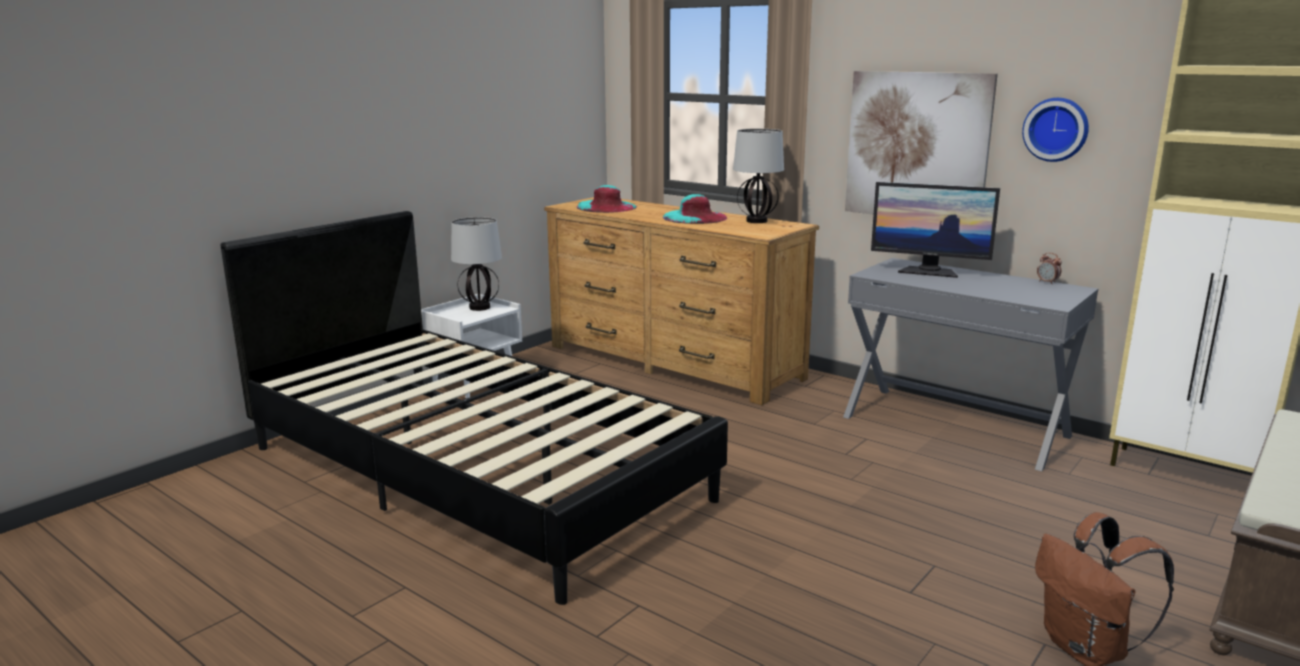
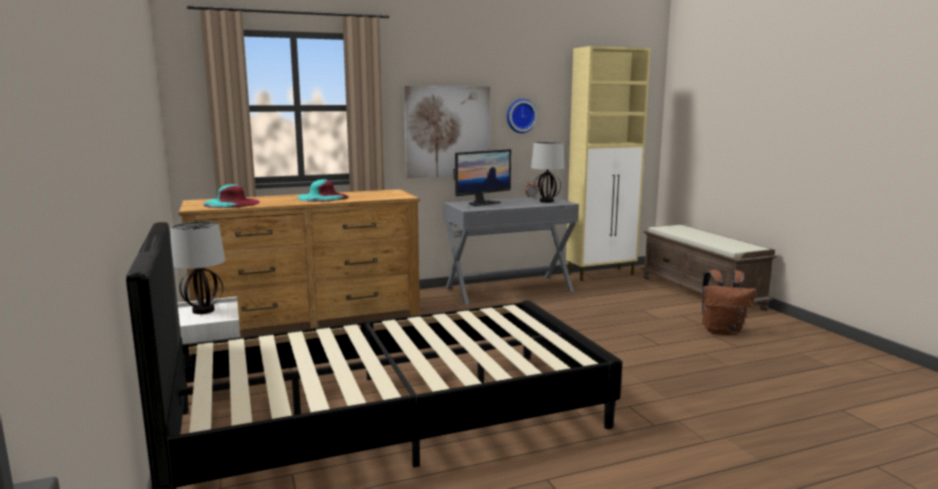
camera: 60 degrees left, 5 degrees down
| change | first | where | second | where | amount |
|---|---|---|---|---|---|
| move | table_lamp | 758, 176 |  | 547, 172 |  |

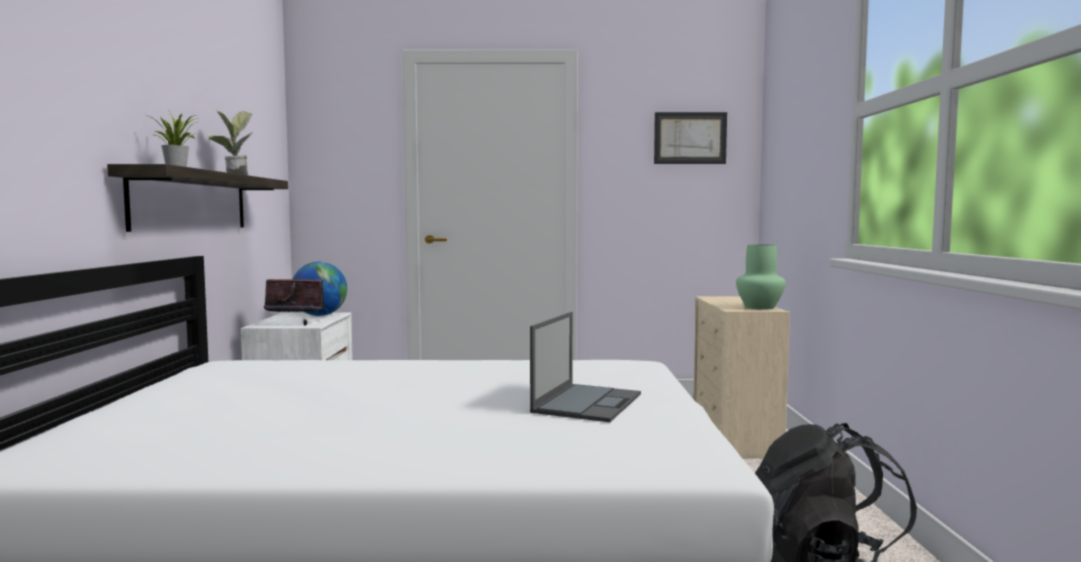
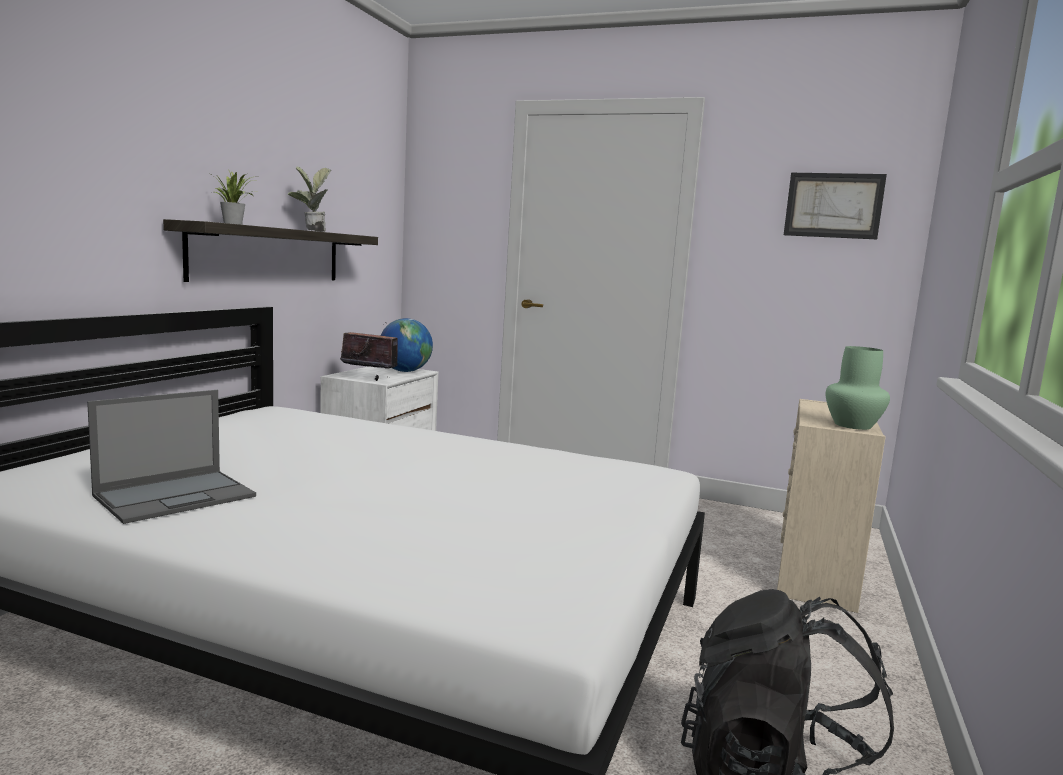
camera: 20 degrees right, 5 degrees up
| change | first | where | second | where | amount |
|---|---|---|---|---|---|
| move | laptop | 585, 367 |  | 171, 457 |  |

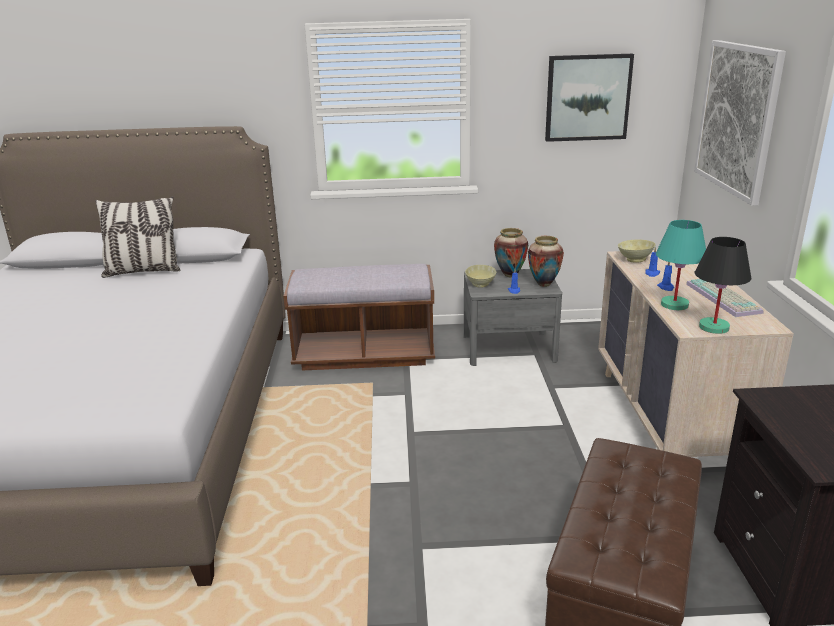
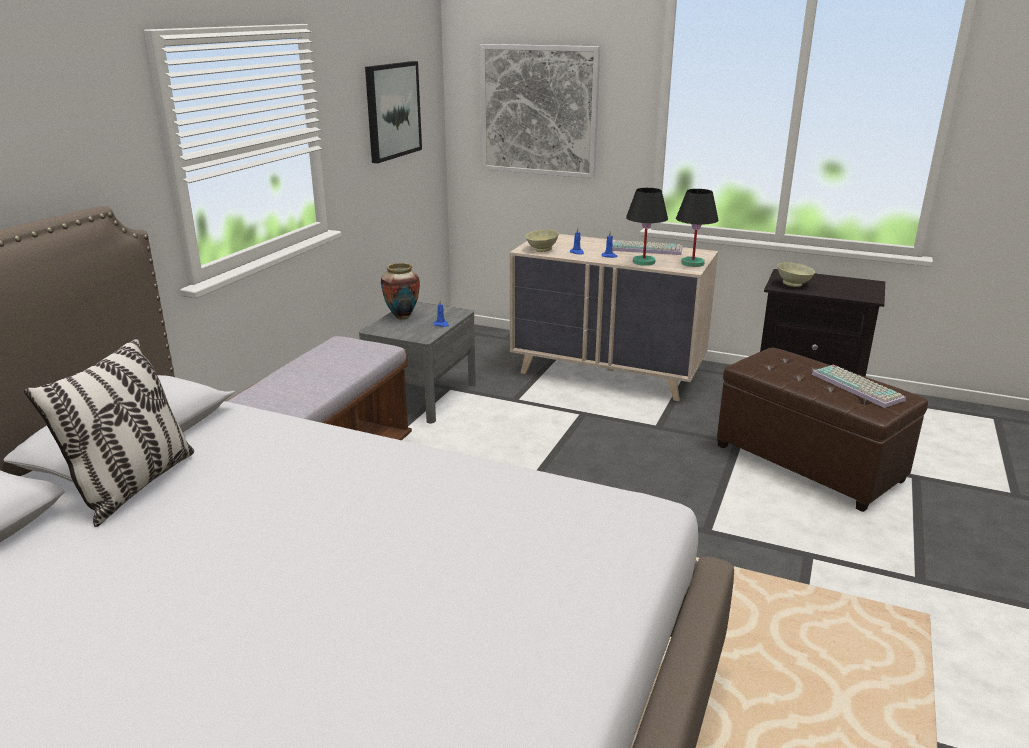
camera: 65 degrees left, 0 degrees up
| change | first | where | second | where | amount |
|---|---|---|---|---|---|
| delete | vase | 546, 261 |  |  |  |
| insert |  |  | keyboard | 859, 386 |  |
| move | beige_bowl | 480, 276 |  | 796, 274 |  |
| recolor | turquoise_table_lamp | 681, 265 | black_table_lamp | 647, 227 |  |

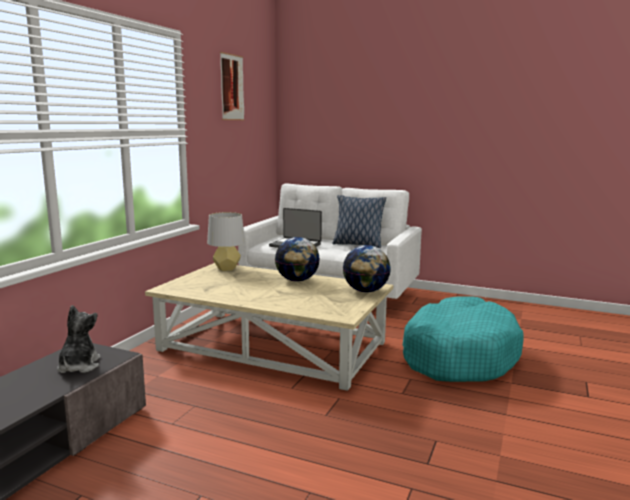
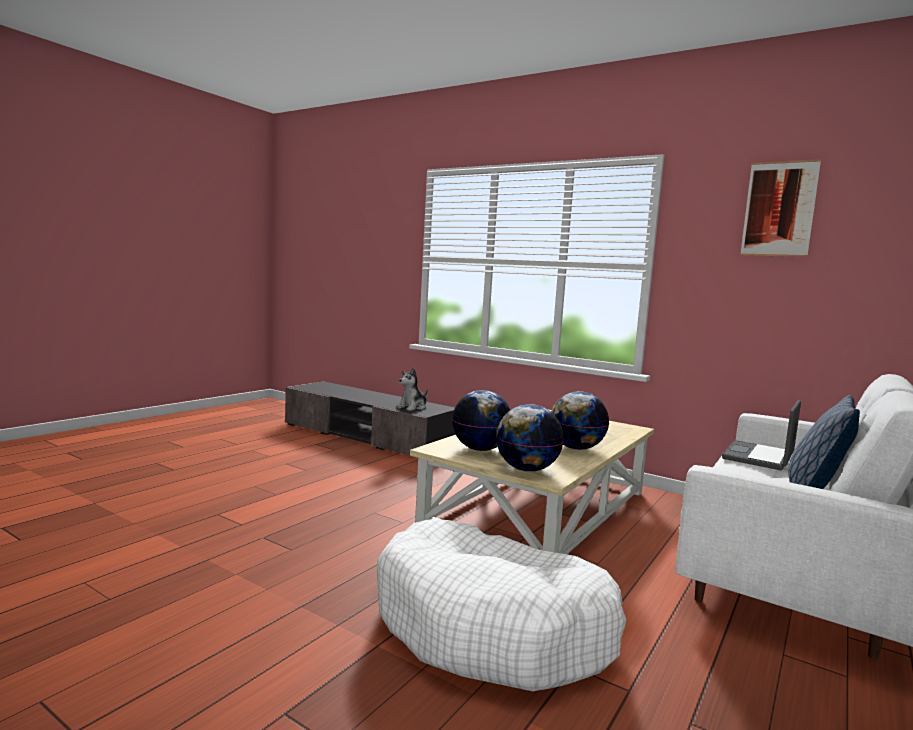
camera: 100 degrees right, 5 degrees down
| change | first | where | second | where | amount |
|---|---|---|---|---|---|
| delete | grey_table_lamp | 226, 241 |  |  |  |
| insert |  |  | globe | 481, 420 |  |
| recolor | turquoise_dog_bed | 463, 339 | white_dog_bed | 502, 605 |  |
| rotate | plush_toy | 79, 339 |  | 412, 389 | 120 degrees clockwise |

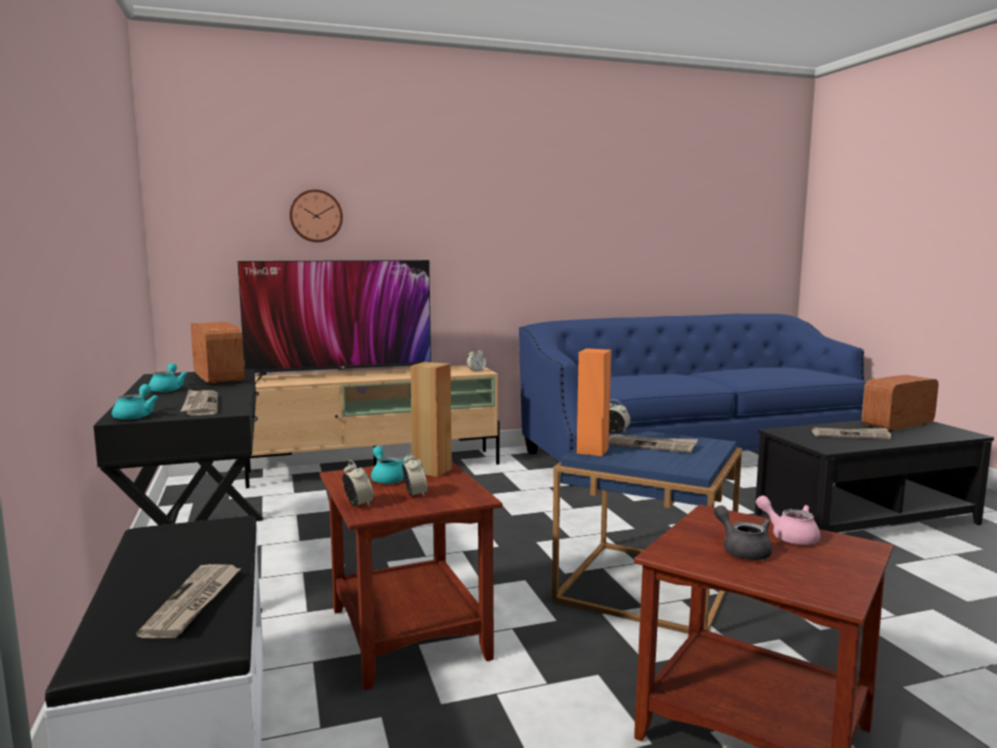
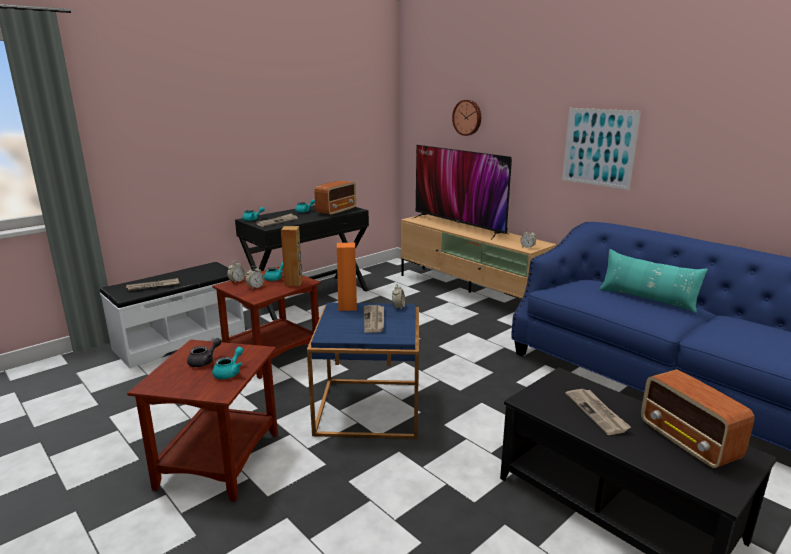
camera: 65 degrees right, 10 degrees up
| change | first | where | second | where | amount |
|---|---|---|---|---|---|
| insert |  |  | picture | 601, 149 |  |
| insert |  |  | turquoise_pillow | 653, 281 |  |
| recolor | pink_teapot | 788, 520 | turquoise_teapot | 227, 363 |  |
| rotate | radio | 900, 403 |  | 698, 419 | 150 degrees counterclockwise |

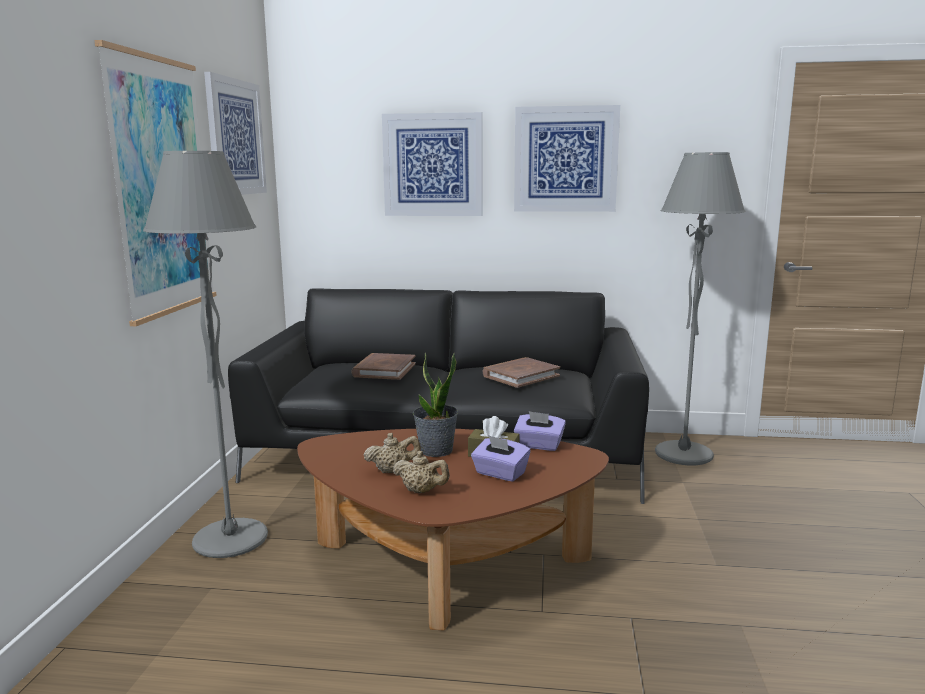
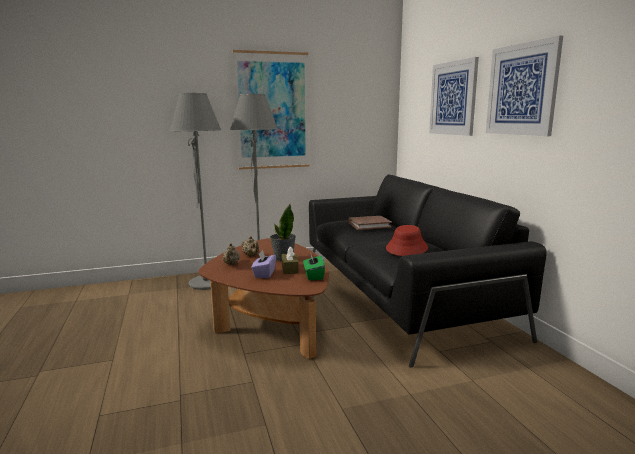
camera: 65 degrees right, 0 degrees up
| change | first | where | second | where | amount |
|---|---|---|---|---|---|
| delete | picture | 235, 133 |  |  |  |
| move | grey_floor_lamp | 700, 308 |  | 195, 191 |  |
| replace | brown_book | 521, 372 | red_hat | 407, 240 |  |
| recolor | purple_tissue_box | 540, 431 | green_tissue_box | 314, 266 |  |

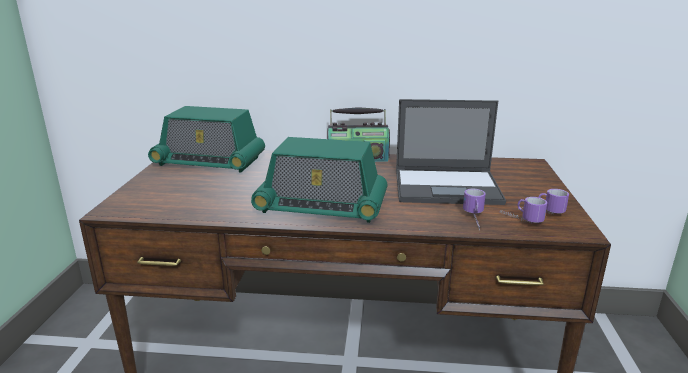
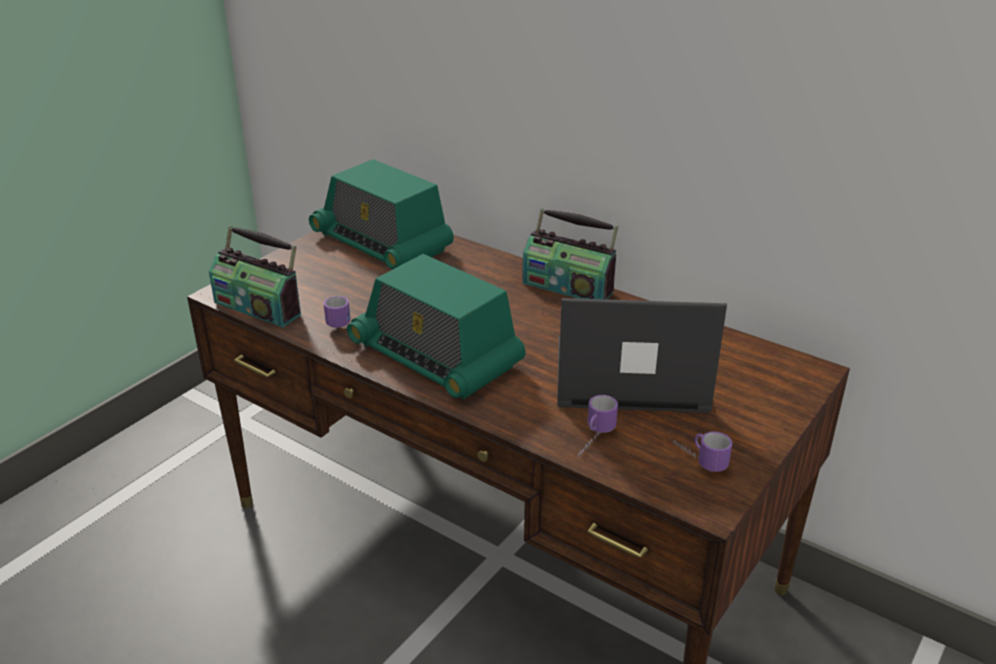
camera: 30 degrees right, 10 degrees up
| change | first | where | second | where | amount |
|---|---|---|---|---|---|
| insert |  |  | radio | 255, 276 |  |
| move | mug | 523, 210 |  | 337, 312 |  |
| rotate | laptop | 451, 152 |  | 642, 355 | 150 degrees clockwise |

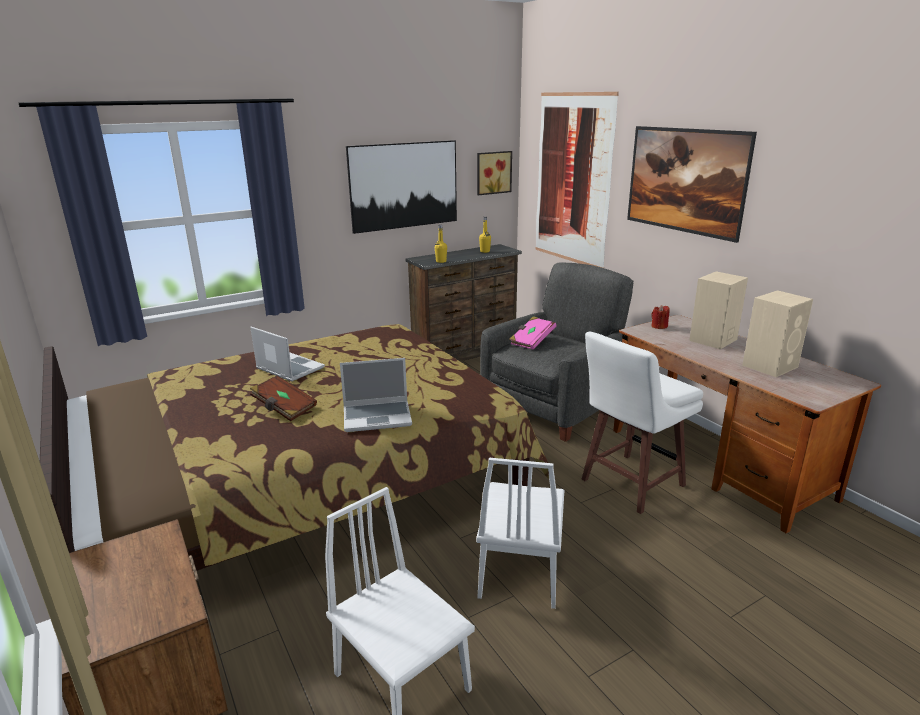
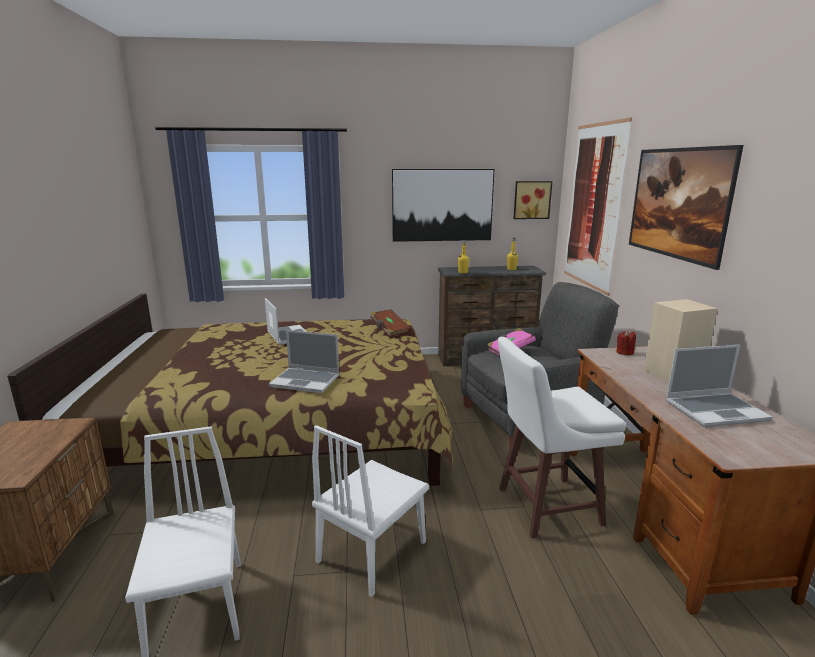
camera: 25 degrees right, 5 degrees down
| change | first | where | second | where | amount |
|---|---|---|---|---|---|
| move | brown_book | 283, 398 |  | 390, 323 |  |
| replace | beige_speaker | 777, 333 | laptop | 719, 386 |  |

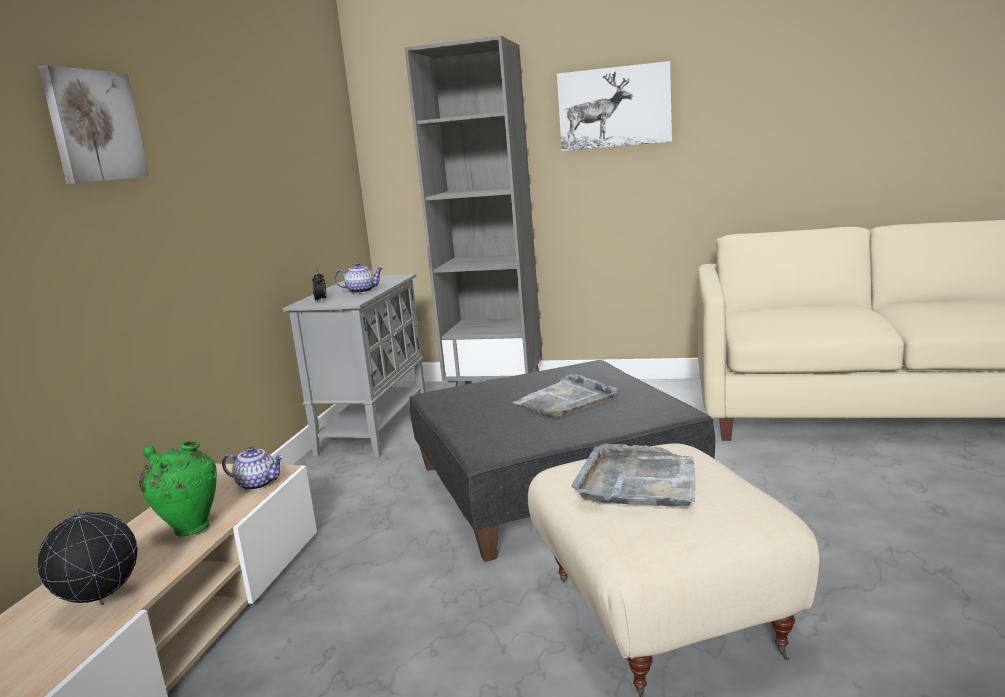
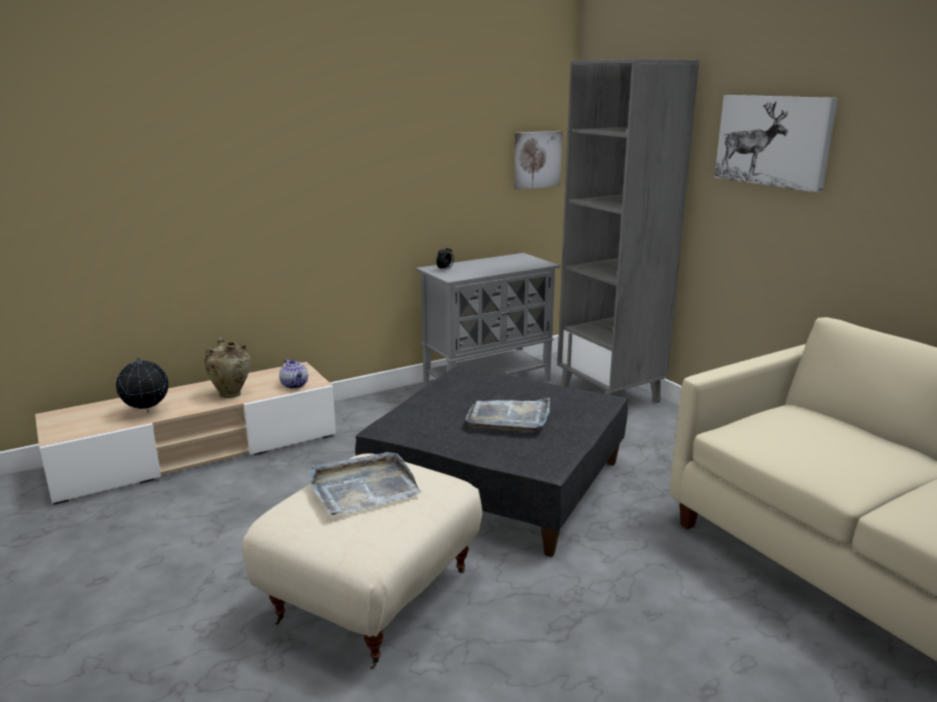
camera: 45 degrees right, 5 degrees up
| change | first | where | second | where | amount |
|---|---|---|---|---|---|
| delete | teapot | 358, 278 |  |  |  |
| move | picture | 94, 124 |  | 538, 160 |  |
| recolor | green_vase | 178, 489 | beige_vase | 227, 367 |  |

